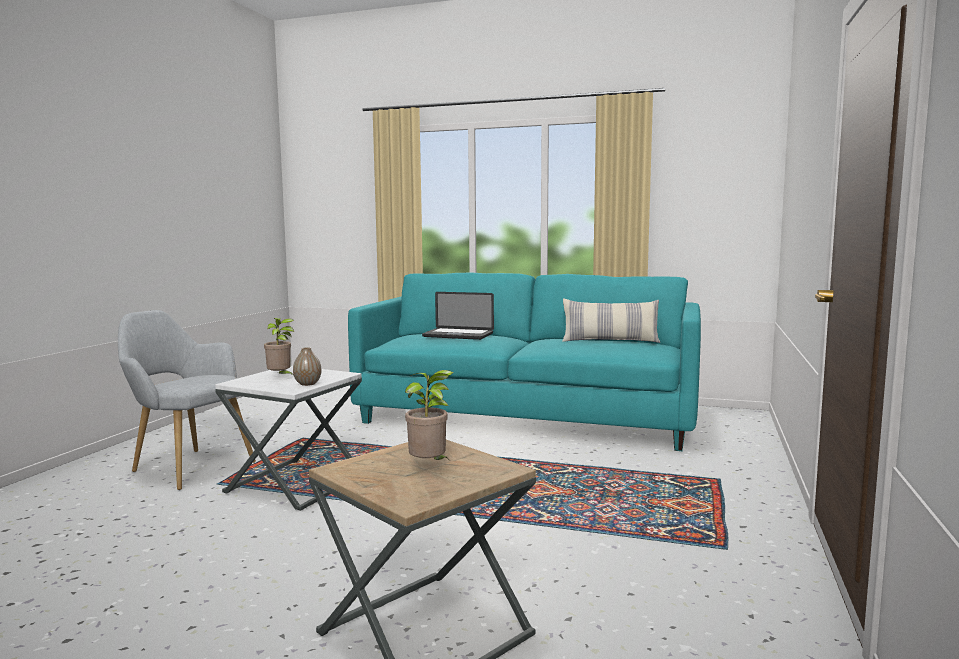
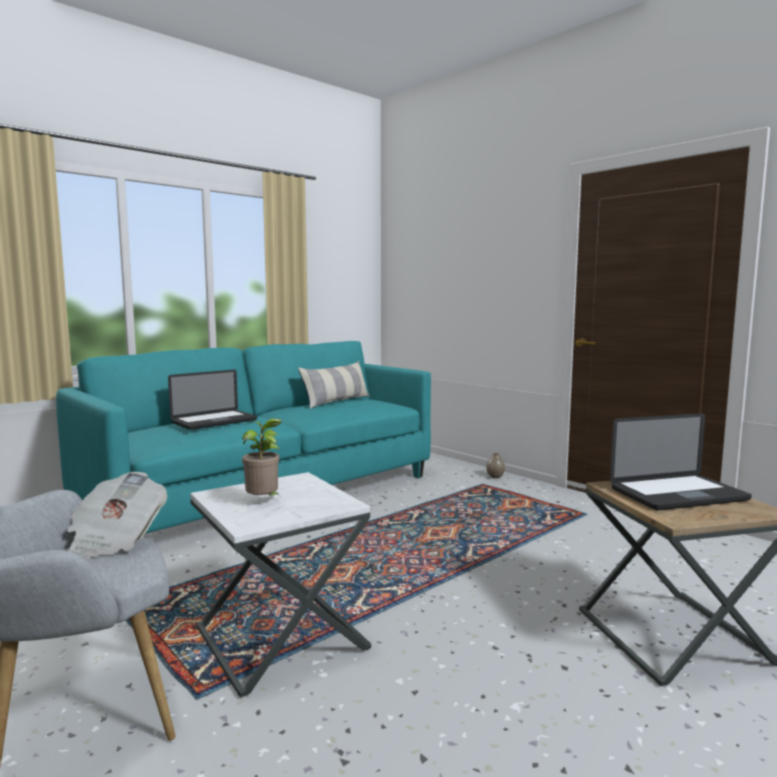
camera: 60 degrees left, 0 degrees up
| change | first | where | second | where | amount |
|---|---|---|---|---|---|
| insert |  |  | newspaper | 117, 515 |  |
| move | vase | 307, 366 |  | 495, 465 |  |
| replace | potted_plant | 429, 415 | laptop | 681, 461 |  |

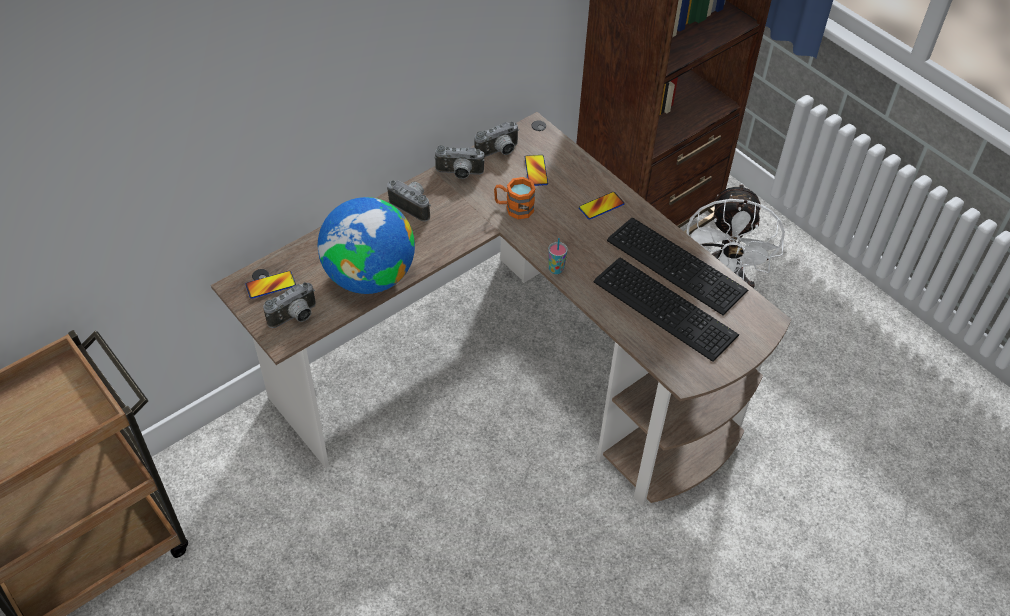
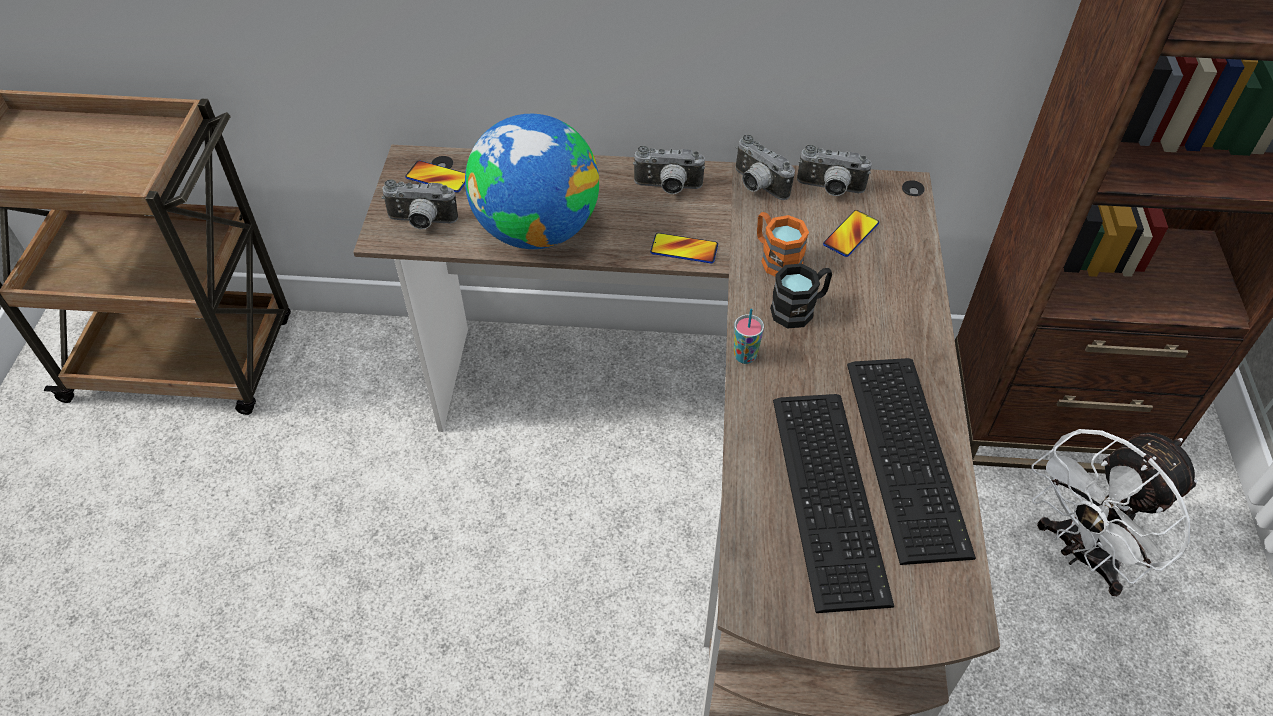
camera: 45 degrees right, 0 degrees up
| change | first | where | second | where | amount |
|---|---|---|---|---|---|
| insert |  |  | black_mug | 801, 296 |  |
| move | phone | 602, 205 |  | 684, 248 |  |
| rotate | photo_camera | 409, 201 |  | 669, 170 | 105 degrees clockwise |

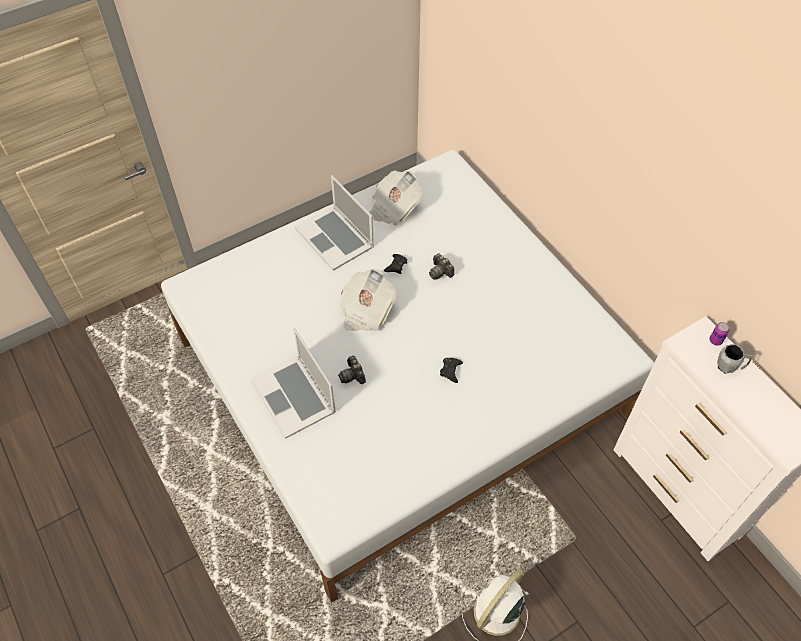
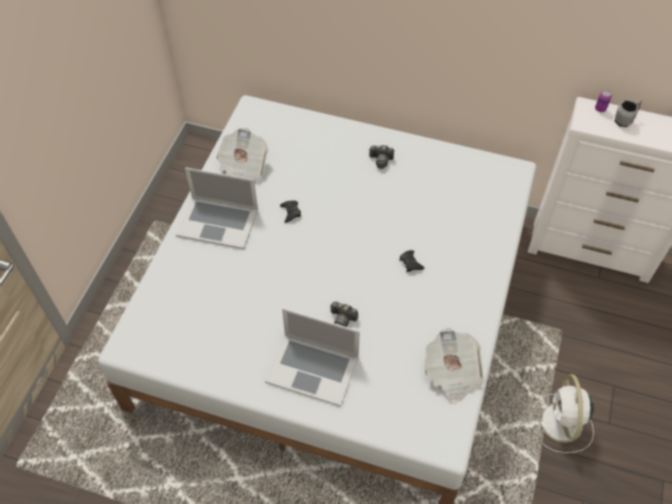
camera: 40 degrees left, 0 degrees up
| change | first | where | second | where | amount |
|---|---|---|---|---|---|
| move | newspaper | 368, 300 |  | 454, 366 |  |
| move | photo_camera | 441, 267 |  | 381, 157 |  |

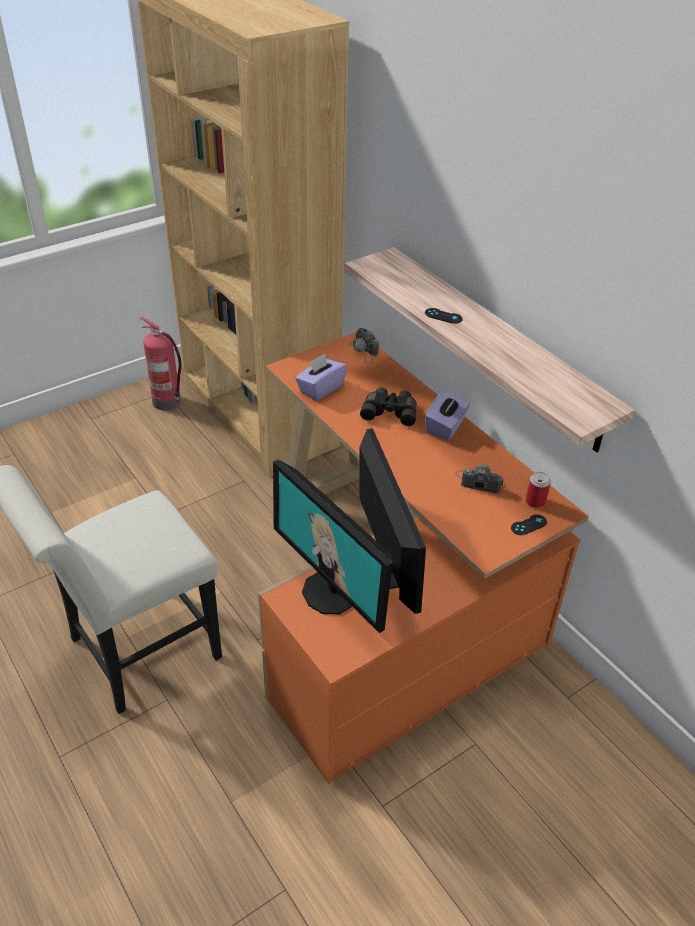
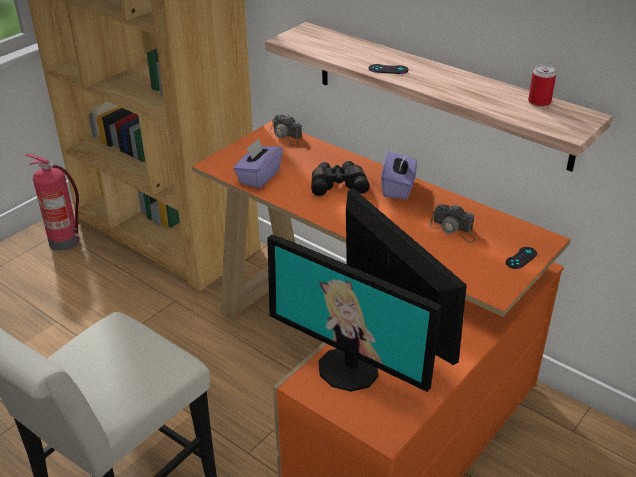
camera: 15 degrees left, 5 degrees down
| change | first | where | second | where | amount |
|---|---|---|---|---|---|
| move | can | 538, 489 |  | 542, 85 |  |
| rotate | photo_camera | 479, 479 |  | 452, 223 | 150 degrees counterclockwise |

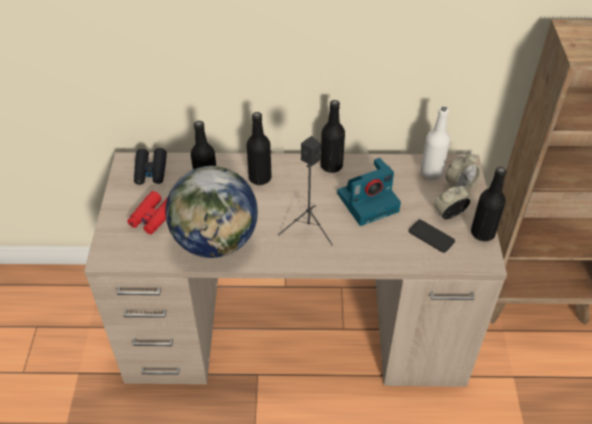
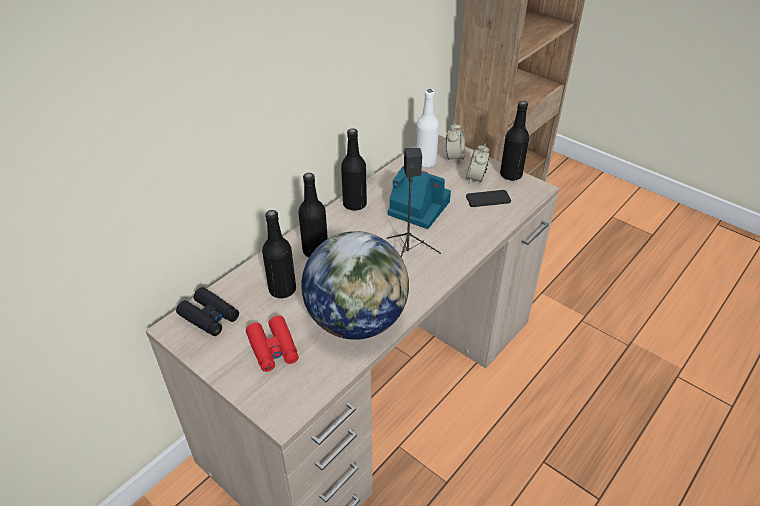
camera: 50 degrees left, 5 degrees down
| change | first | where | second | where | amount |
|---|---|---|---|---|---|
| rotate | photo_camera | 369, 192 |  | 419, 197 | 75 degrees counterclockwise |

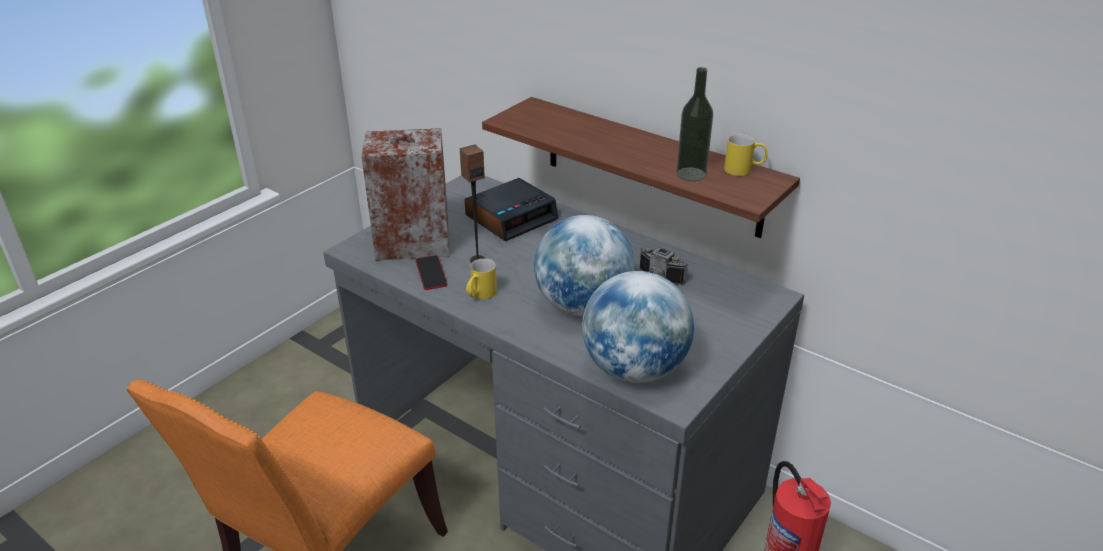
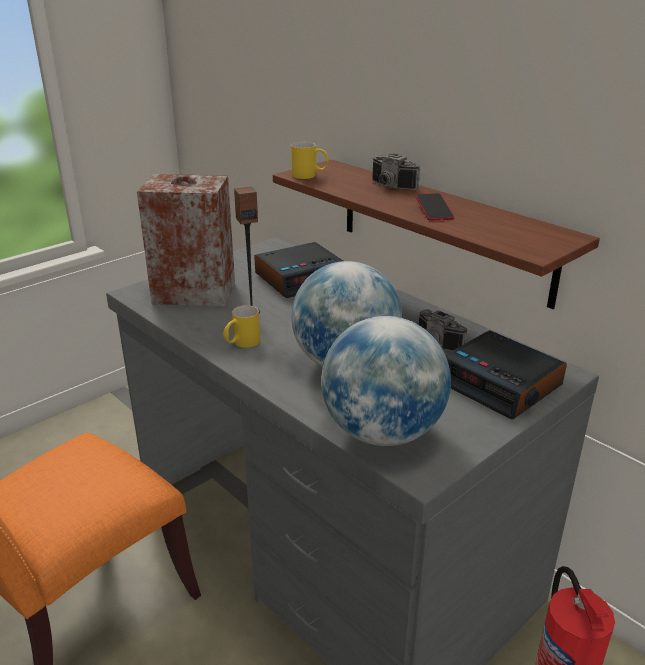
camera: 10 degrees right, 5 degrees down
| change | first | where | second | where | amount |
|---|---|---|---|---|---|
| delete | bottle | 694, 124 |  |  |  |
| insert |  |  | photo_camera | 396, 172 |  |
| insert |  |  | alarm_clock | 506, 374 |  |
| move | phone | 431, 272 |  | 435, 207 |  |
| move | yellow_mug | 746, 155 |  | 310, 160 |  |

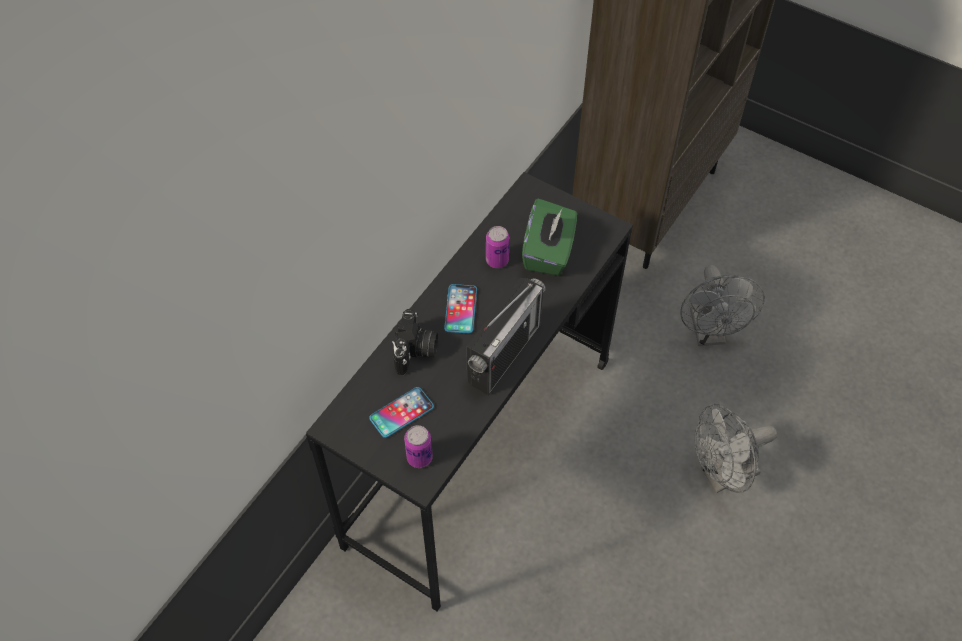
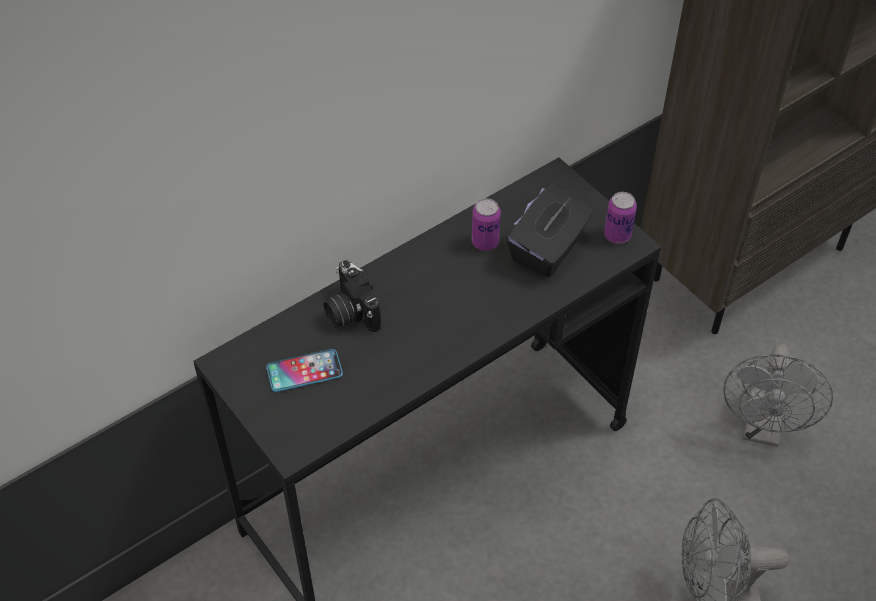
camera: 20 degrees right, 5 degrees down
| change | first | where | second | where | amount |
|---|---|---|---|---|---|
| delete | phone | 460, 308 |  |  |  |
| delete | radio | 506, 336 |  |  |  |
| move | can | 418, 446 |  | 620, 218 |  |
| recolor | green_tissue_box | 549, 237 | black_tissue_box | 550, 230 |  |
| rotate | photo_camera | 415, 342 |  | 352, 296 | 120 degrees clockwise |

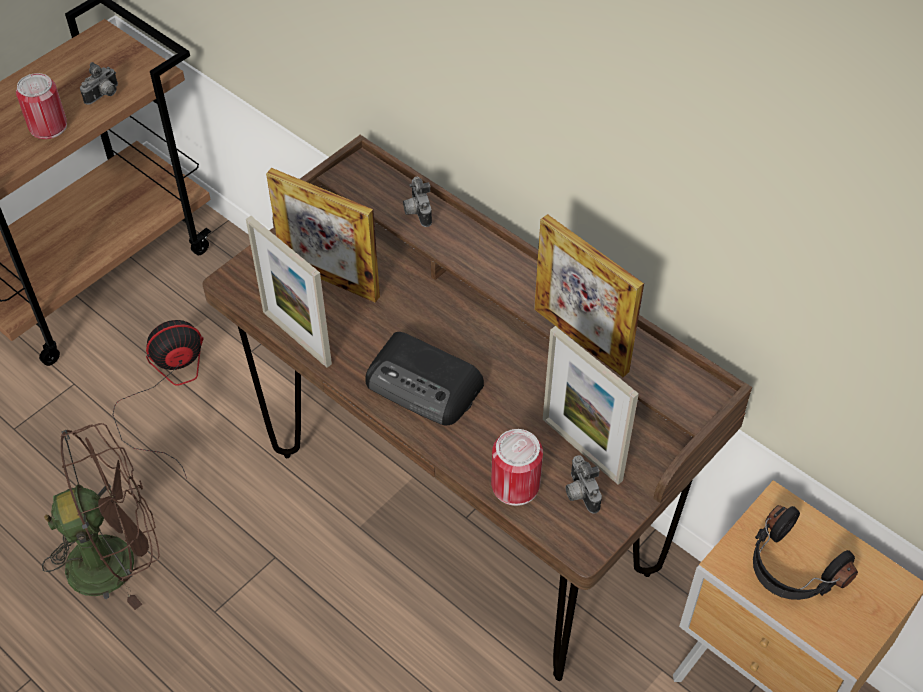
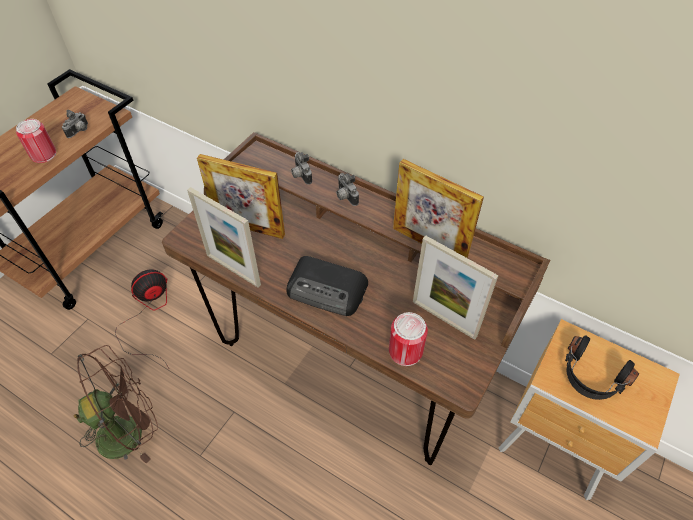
camera: 10 degrees left, 0 degrees up
| change | first | where | second | where | amount |
|---|---|---|---|---|---|
| move | photo_camera | 583, 484 |  | 347, 189 |  |

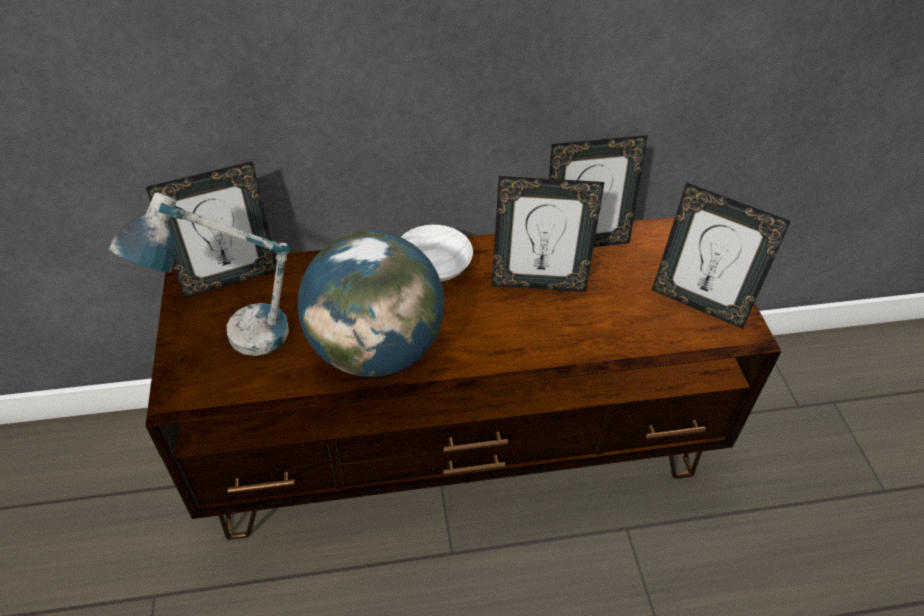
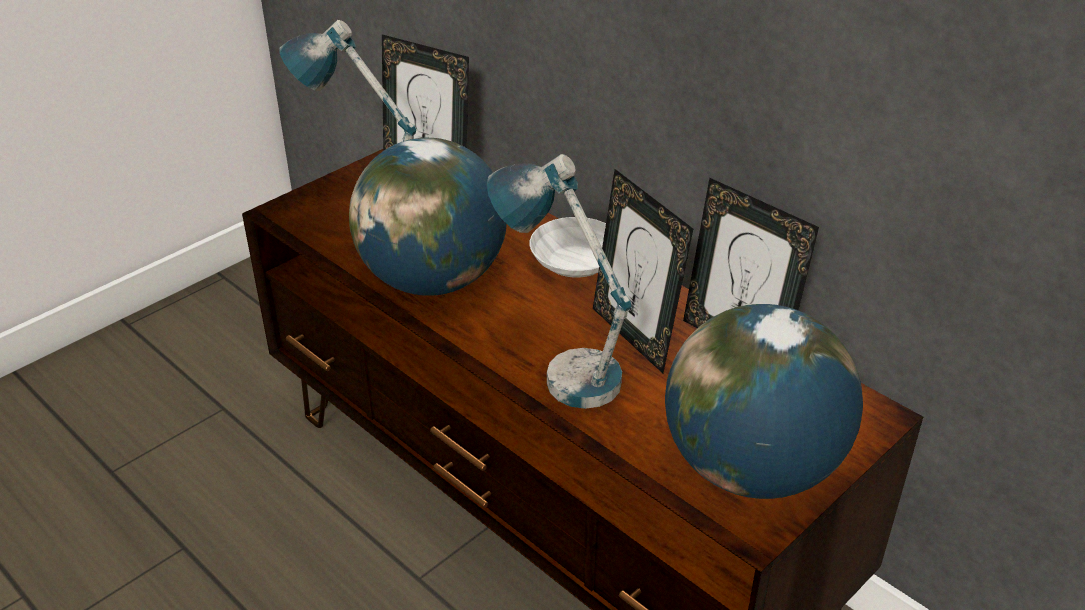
camera: 55 degrees right, 10 degrees down
| change | first | where | second | where | amount |
|---|---|---|---|---|---|
| insert |  |  | table_lamp | 559, 281 |  |
| replace | picture_frame | 721, 255 | globe | 764, 401 |  |

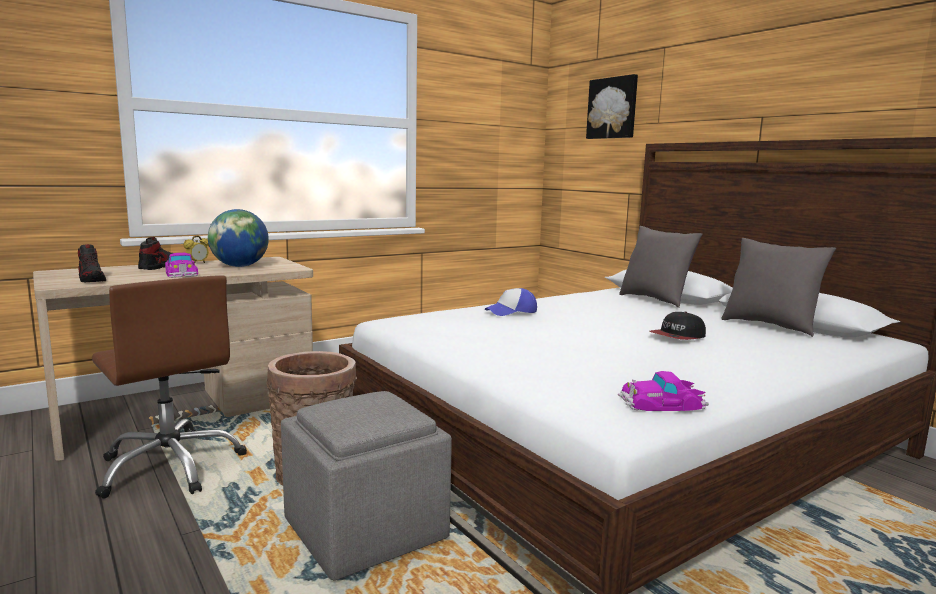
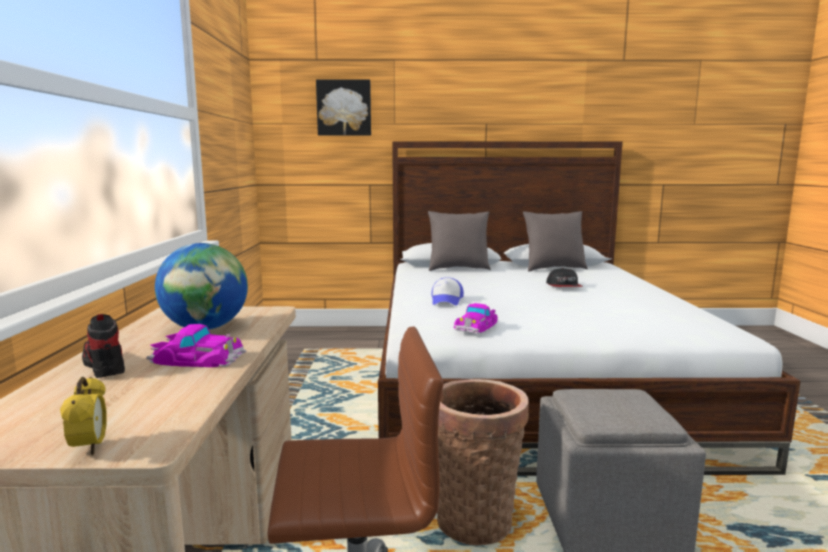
camera: 55 degrees left, 0 degrees up
| change | first | where | second | where | amount |
|---|---|---|---|---|---|
| delete | shoe | 92, 263 |  |  |  |
| move | alarm_clock | 196, 249 |  | 83, 416 |  |
| move | toy_car | 663, 391 |  | 476, 318 |  |

